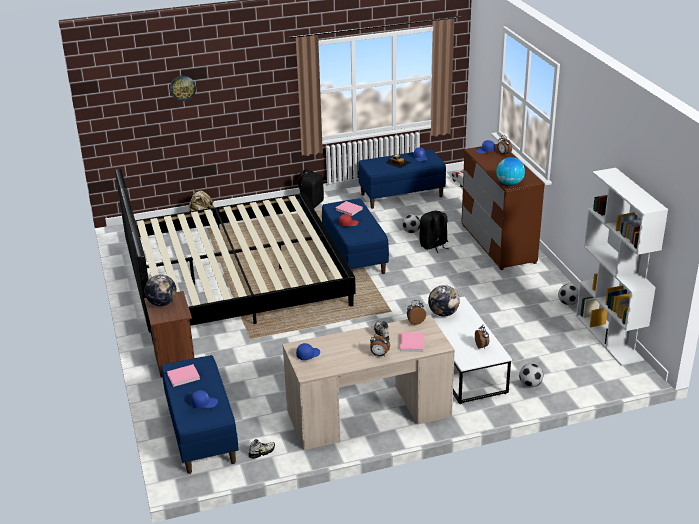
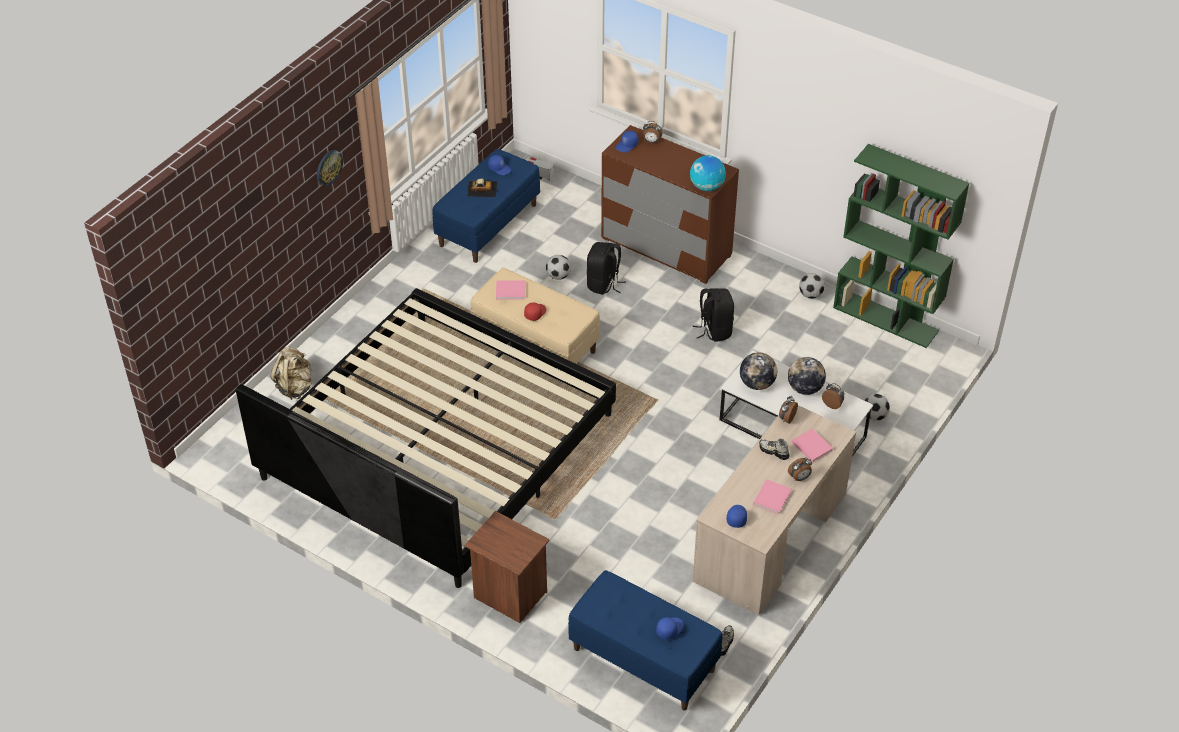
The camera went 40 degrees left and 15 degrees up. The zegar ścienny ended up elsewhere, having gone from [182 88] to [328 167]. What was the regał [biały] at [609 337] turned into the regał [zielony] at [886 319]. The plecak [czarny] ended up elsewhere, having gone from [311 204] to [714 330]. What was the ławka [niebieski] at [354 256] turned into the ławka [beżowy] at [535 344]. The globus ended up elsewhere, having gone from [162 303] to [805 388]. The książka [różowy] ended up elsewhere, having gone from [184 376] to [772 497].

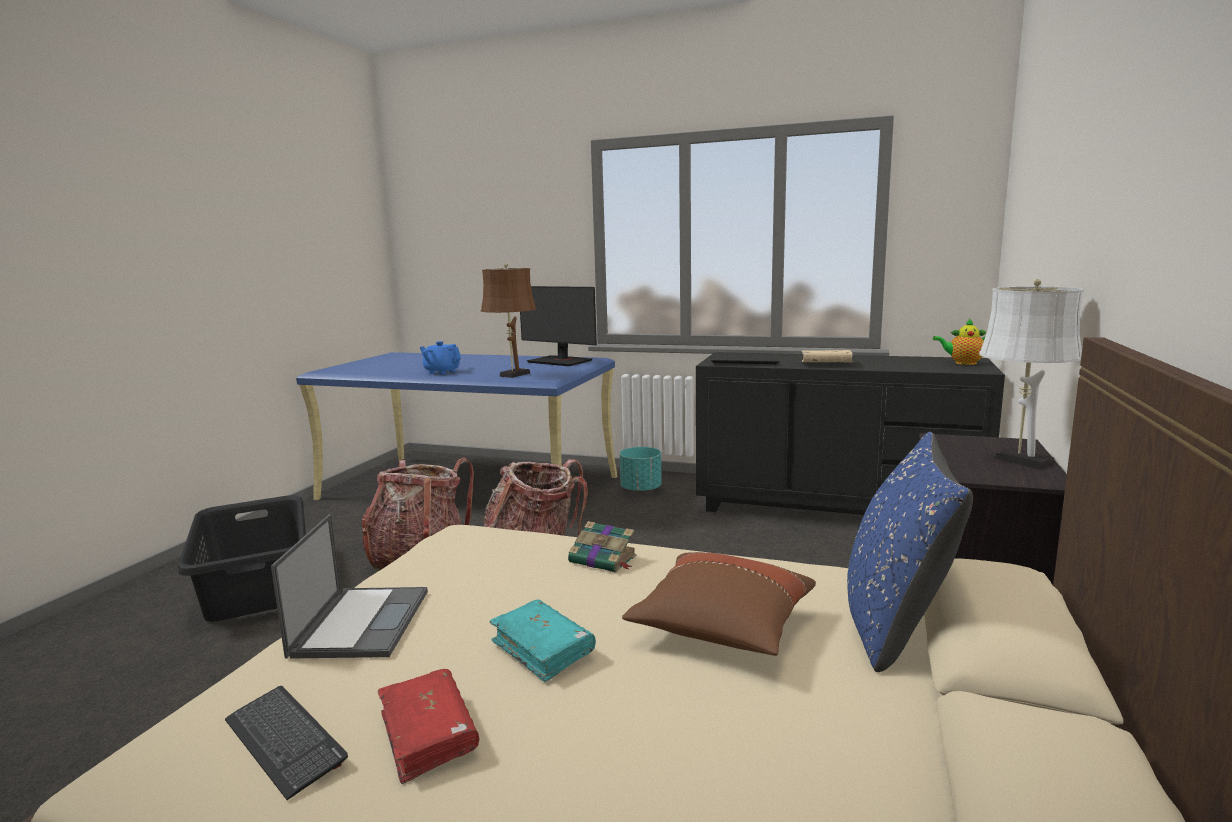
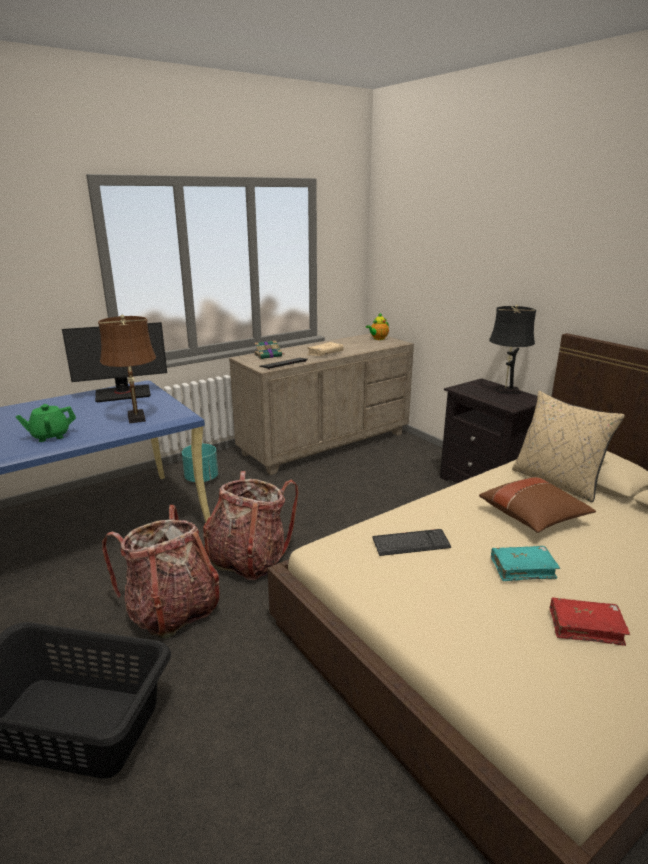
The camera went 55 degrees left and 10 degrees up. What was the lampa stołowa [biały] at [1019 460] turned into the lampa stołowa [czarny] at [505 391]. What was the imbryk [niebieski] at [441 372] turned into the imbryk [zielony] at [50 436]. What was the komoda [czarny] at [834 508] turned into the komoda [beżowy] at [325 444]. What was the poduszka [niebieski] at [895 623] turned into the poduszka [beżowy] at [556 482]. The second view lost the laptop at [361 621]. The książka ended up elsewhere, having gone from [604 559] to [268 355]. The klawiatura ended up elsewhere, having gone from [284 741] to [411 544].

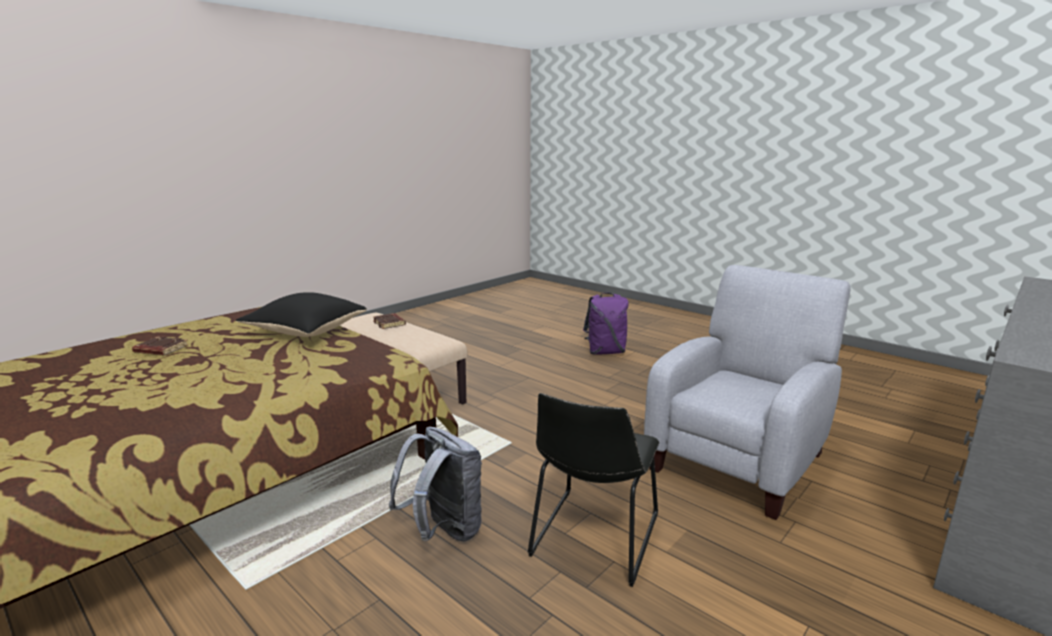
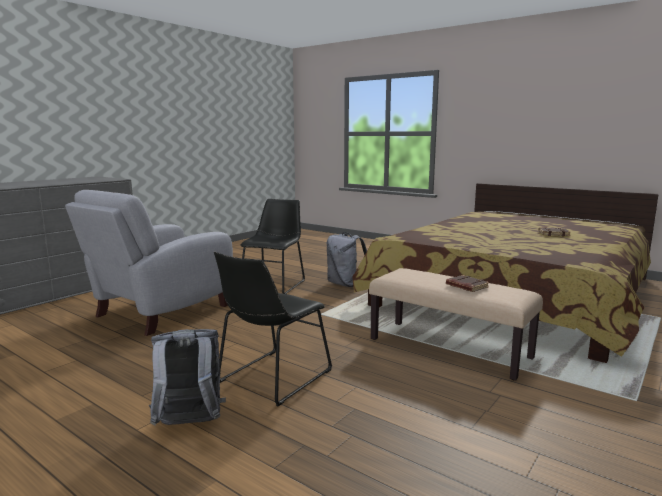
The camera went 175 degrees right and 5 degrees down. The second view lost the poduszka [czarny] at [304 333]. What was the plecak [fioletowy] at [605 352] turned into the plecak [szary] at [189 425]. The second view gained the krzesło [czarny] at [272 378].

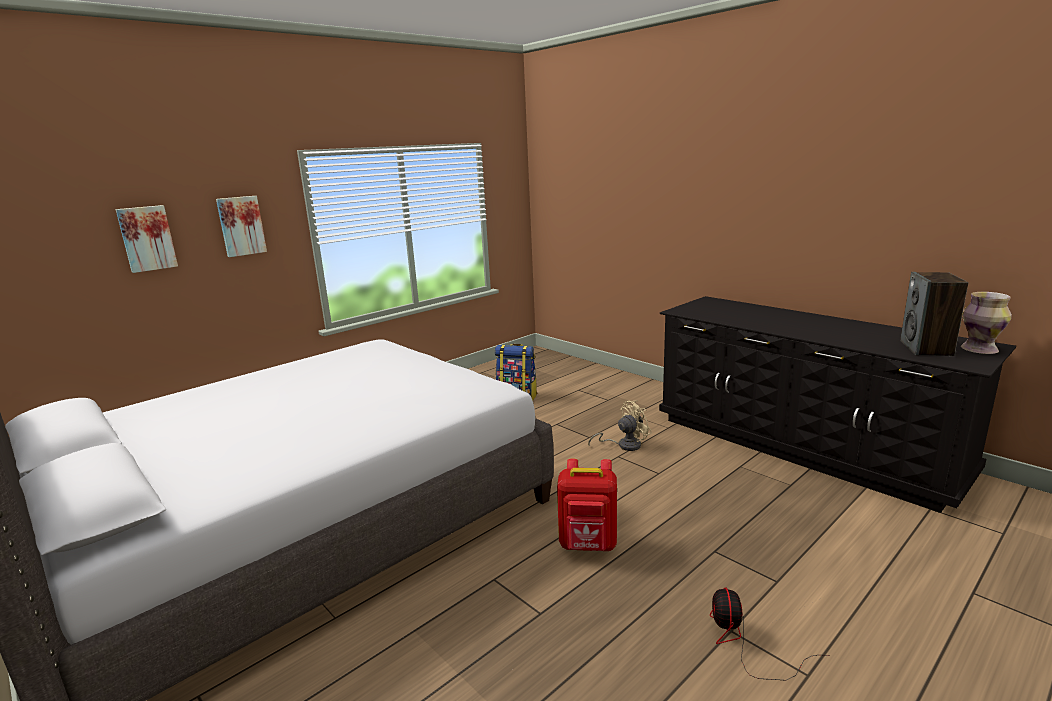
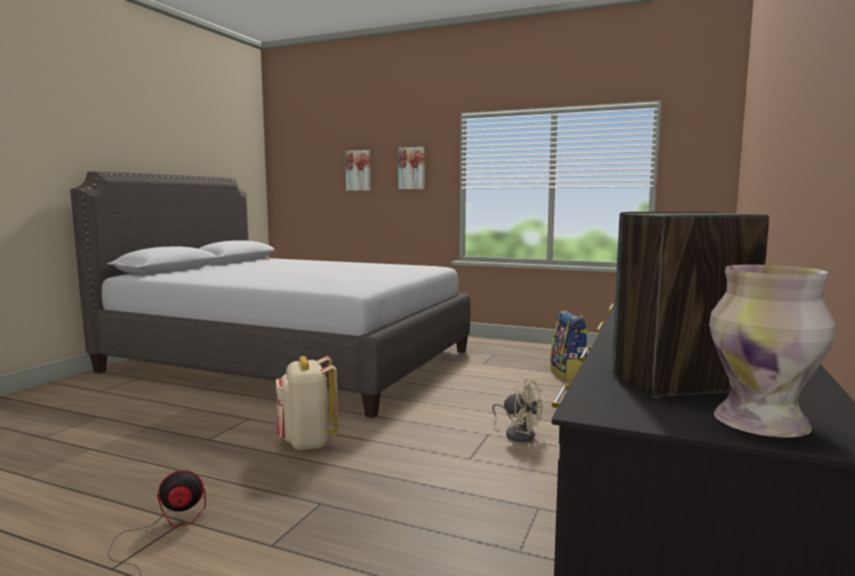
The camera went 65 degrees right and 10 degrees down. What was the plecak [czerwony] at [588 545] turned into the plecak [beżowy] at [306 443].

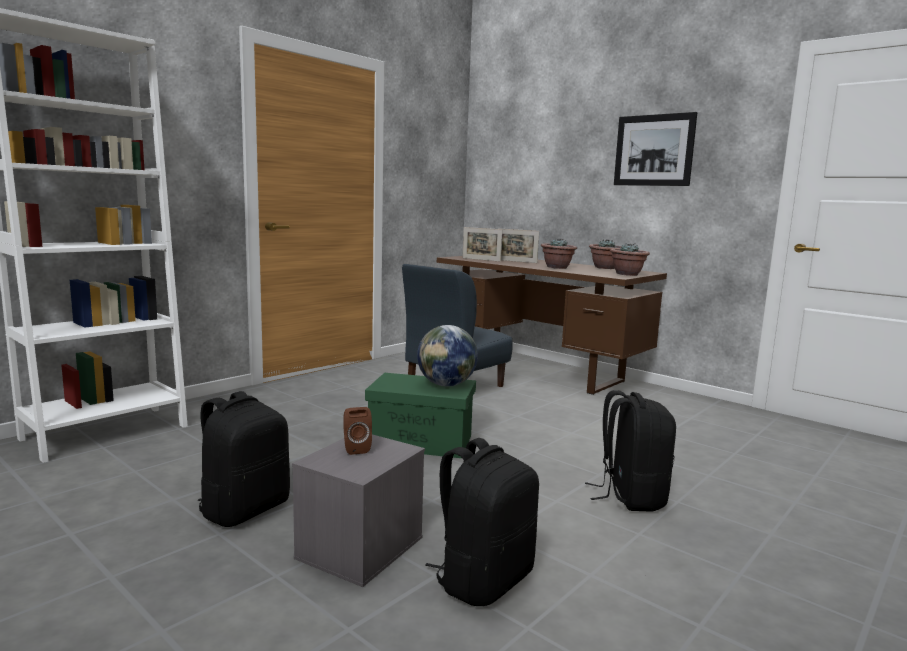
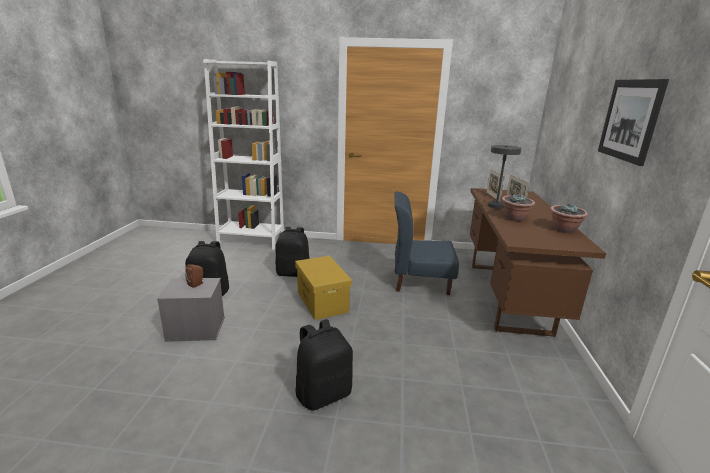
The camera went 55 degrees right and 10 degrees up. The second view lost the roślina doniczkowa at [627 274]. The second view lost the globus at [446 385]. What was the pojemnik do przechowywania [zielony] at [422 442] turned into the pojemnik do przechowywania [żółty] at [322 302]. The plecak [czarny] ended up elsewhere, having gone from [483 580] to [293 273]. The second view gained the lampa stołowa [szary] at [499 207].

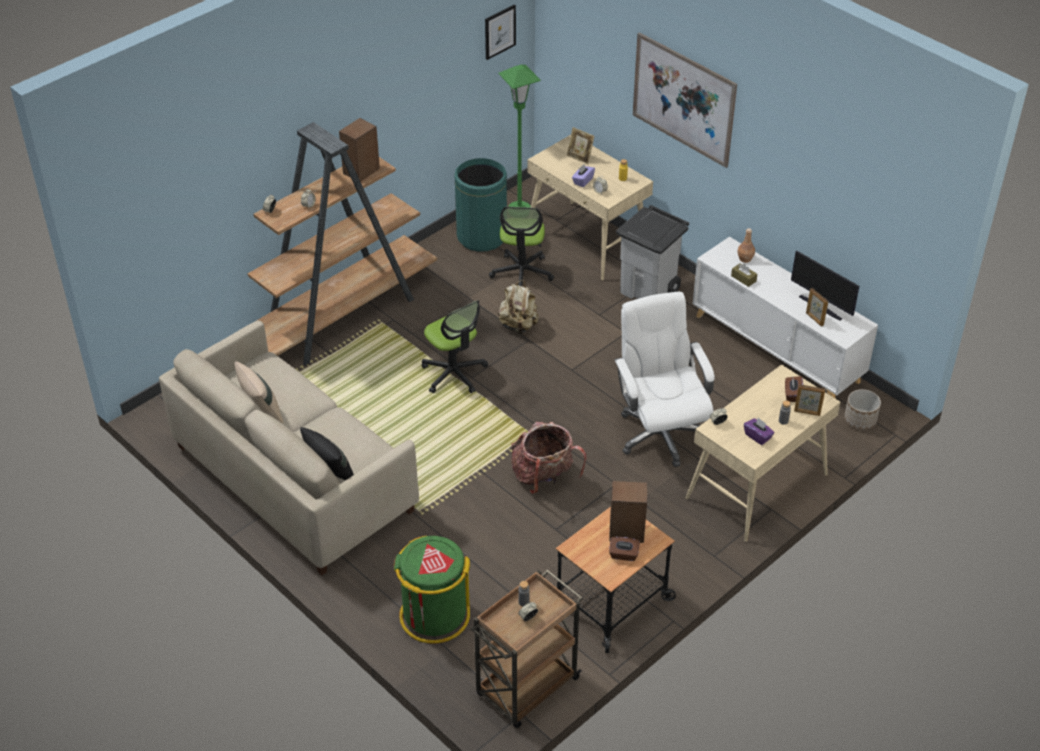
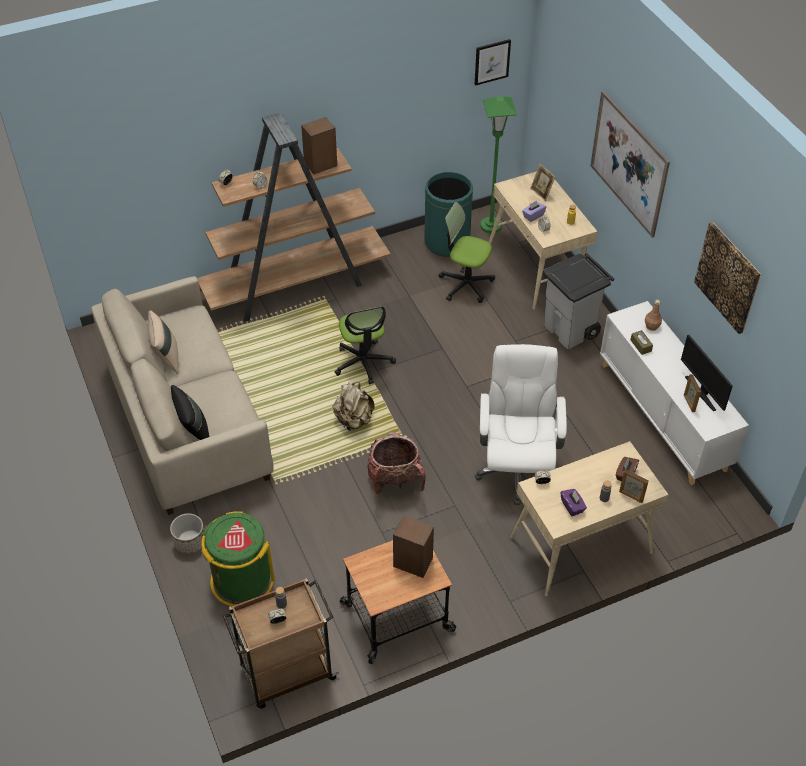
The camera went 20 degrees right and 5 degrees up. The krzesło biurowe at [522 273] ended up facing another way, 90 degrees clockwise from before. The plecak [beżowy] ended up elsewhere, having gone from [518 325] to [353 420]. The donica ended up elsewhere, having gone from [860 420] to [189 542]. The second view lost the pudełko chusteczek [brązowy] at [623 555]. The second view gained the obraz at [728 277].

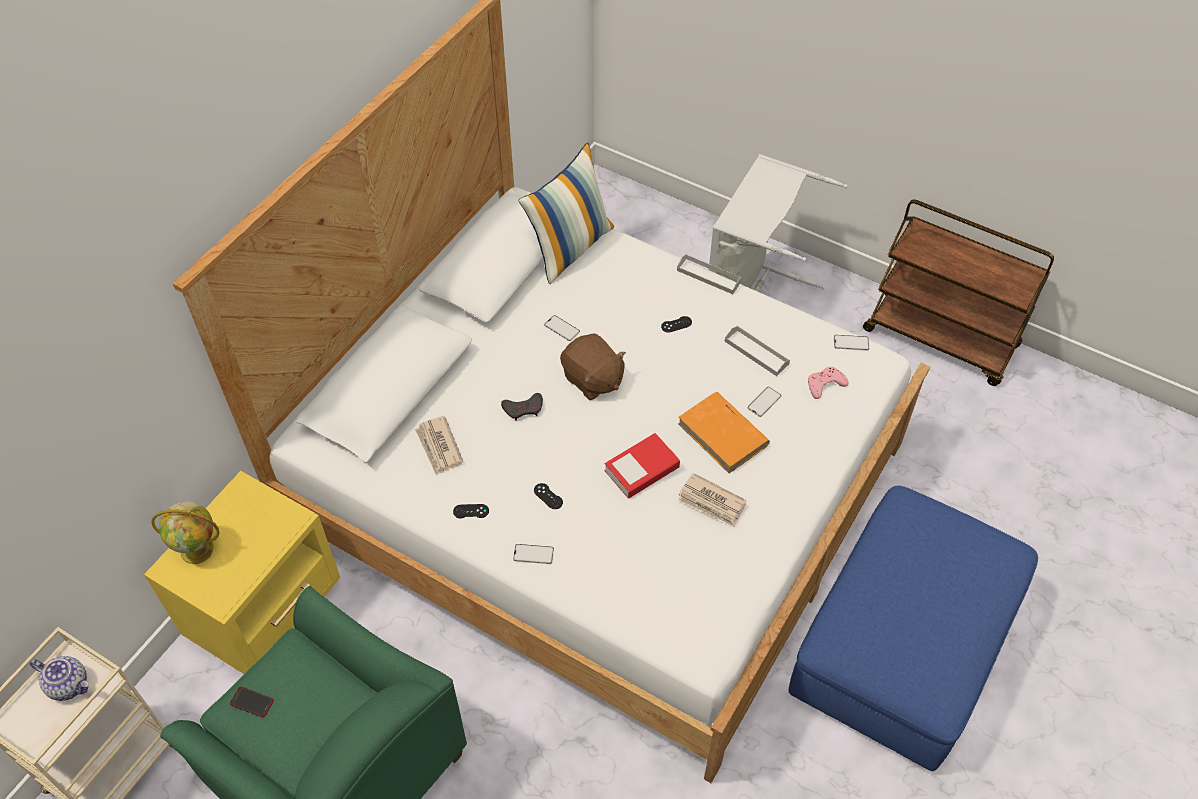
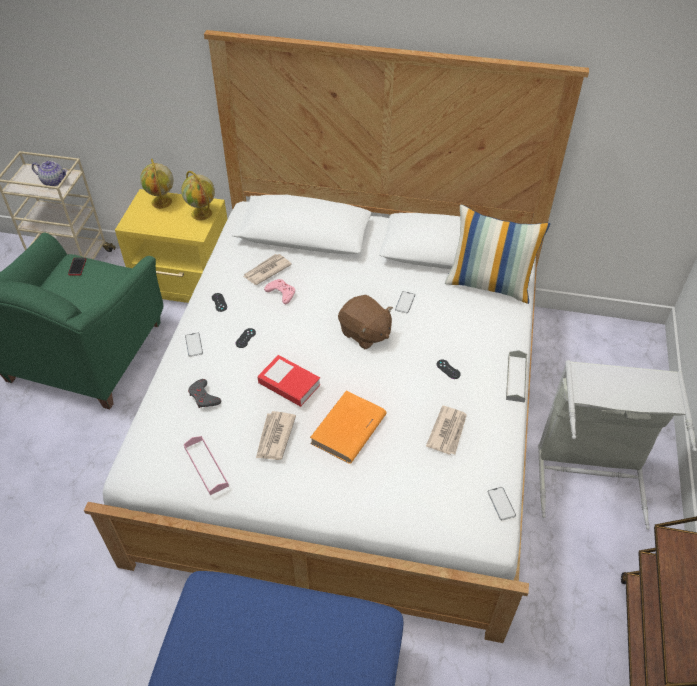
The camera went 70 degrees right and 5 degrees down. Where the taca [szary] stood at [756 352], the gazeta came to stand at [448 431]. The pluszak [brązowy] at [592 379] ended up facing another way, 75 degrees counterclockwise from before. The pad do gier [różowy] ended up elsewhere, having gone from [825 384] to [281 293]. The second view lost the telefon at [764 402]. The pad do gier [szary] ended up elsewhere, having gone from [523 409] to [204 397]. The imbryk at [69 684] ended up facing another way, 75 degrees counterclockwise from before. The second view gained the globus at [202 214]. The second view gained the taca [różowy] at [206 466].

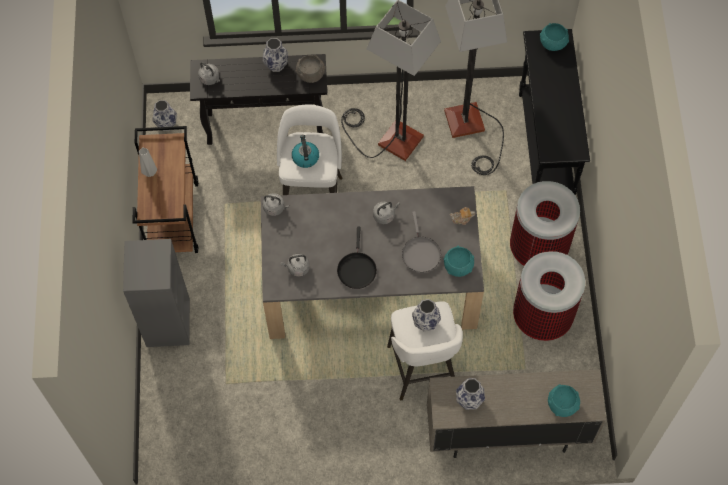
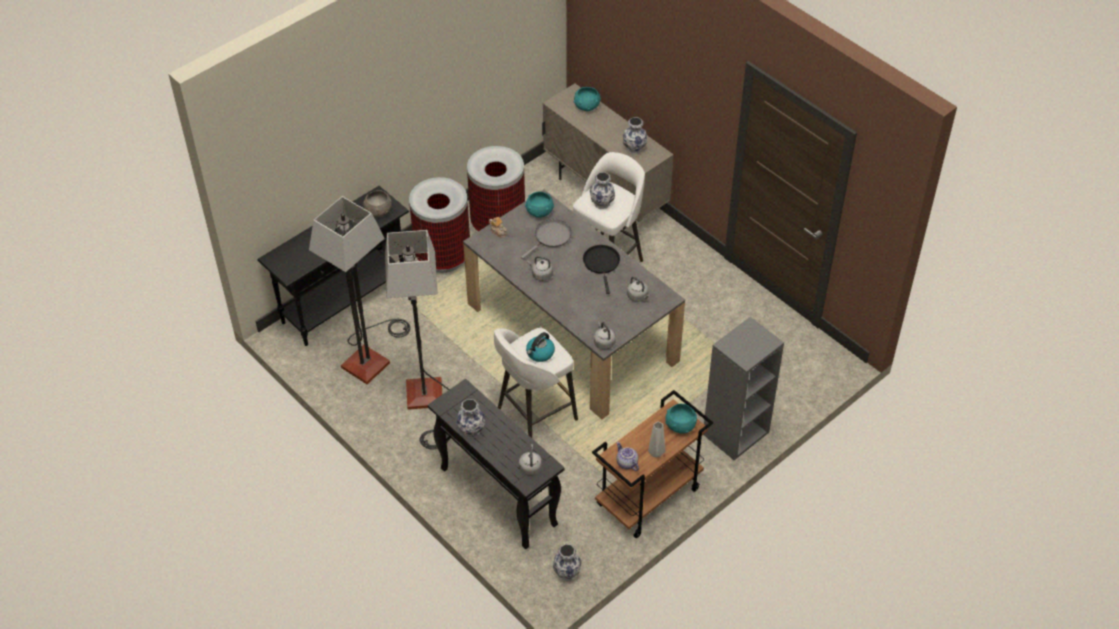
The camera went 130 degrees left and 15 degrees down. The miska [turkusowy] ended up elsewhere, having gone from [553 43] to [680 425]. The miska [szary] ended up elsewhere, having gone from [310 74] to [378 211]. The patelnia [czarny] at [356 269] ended up facing another way, 60 degrees counterclockwise from before. The second view gained the imbryk at [626 463].

